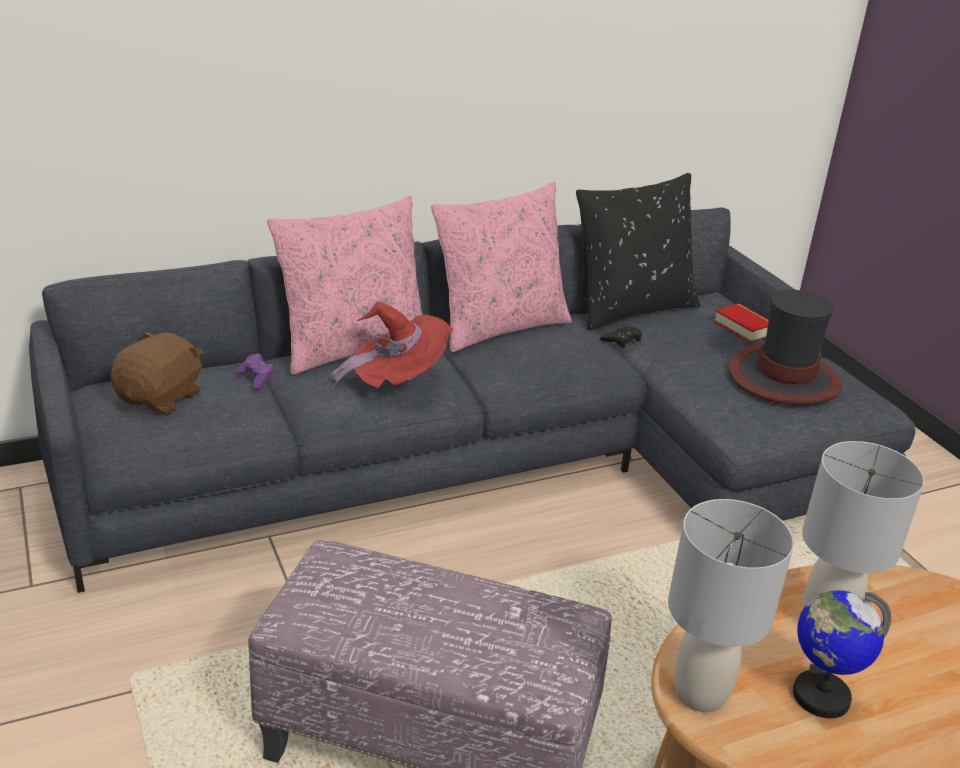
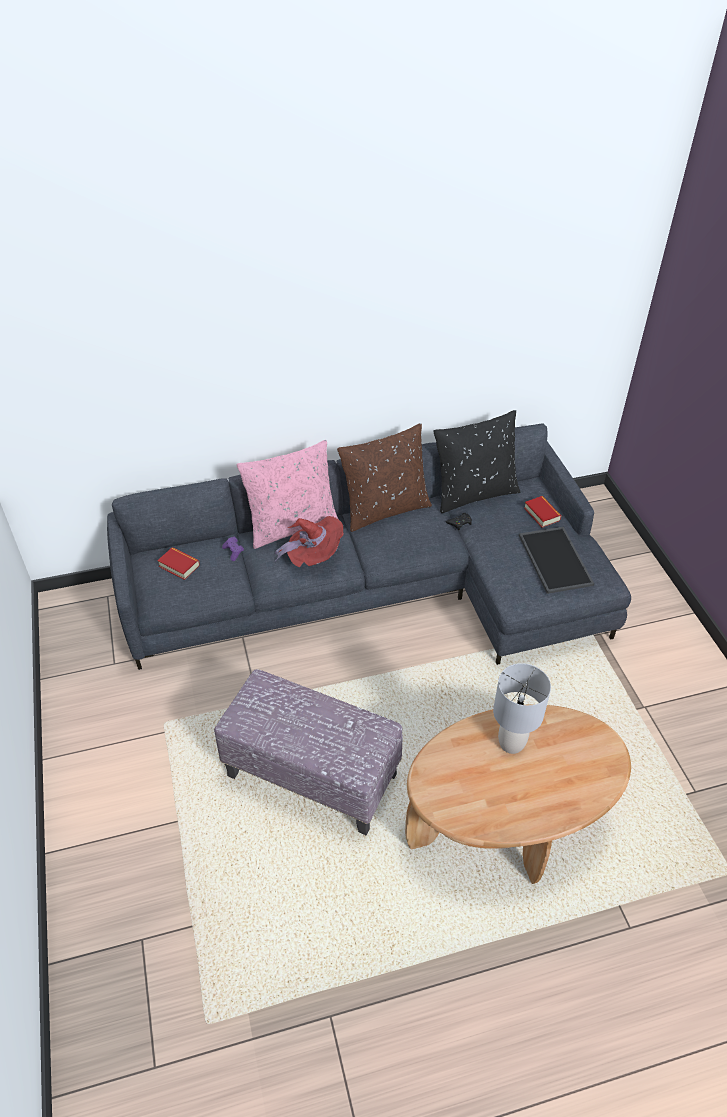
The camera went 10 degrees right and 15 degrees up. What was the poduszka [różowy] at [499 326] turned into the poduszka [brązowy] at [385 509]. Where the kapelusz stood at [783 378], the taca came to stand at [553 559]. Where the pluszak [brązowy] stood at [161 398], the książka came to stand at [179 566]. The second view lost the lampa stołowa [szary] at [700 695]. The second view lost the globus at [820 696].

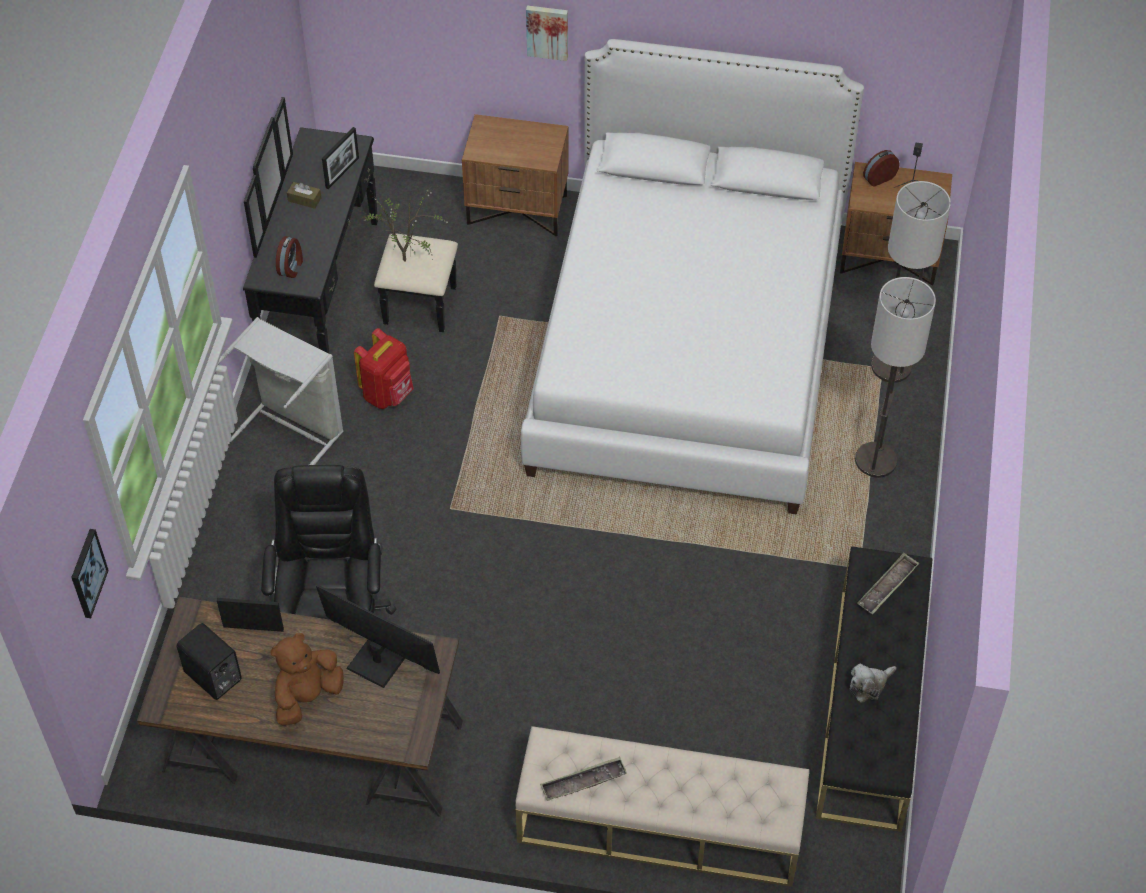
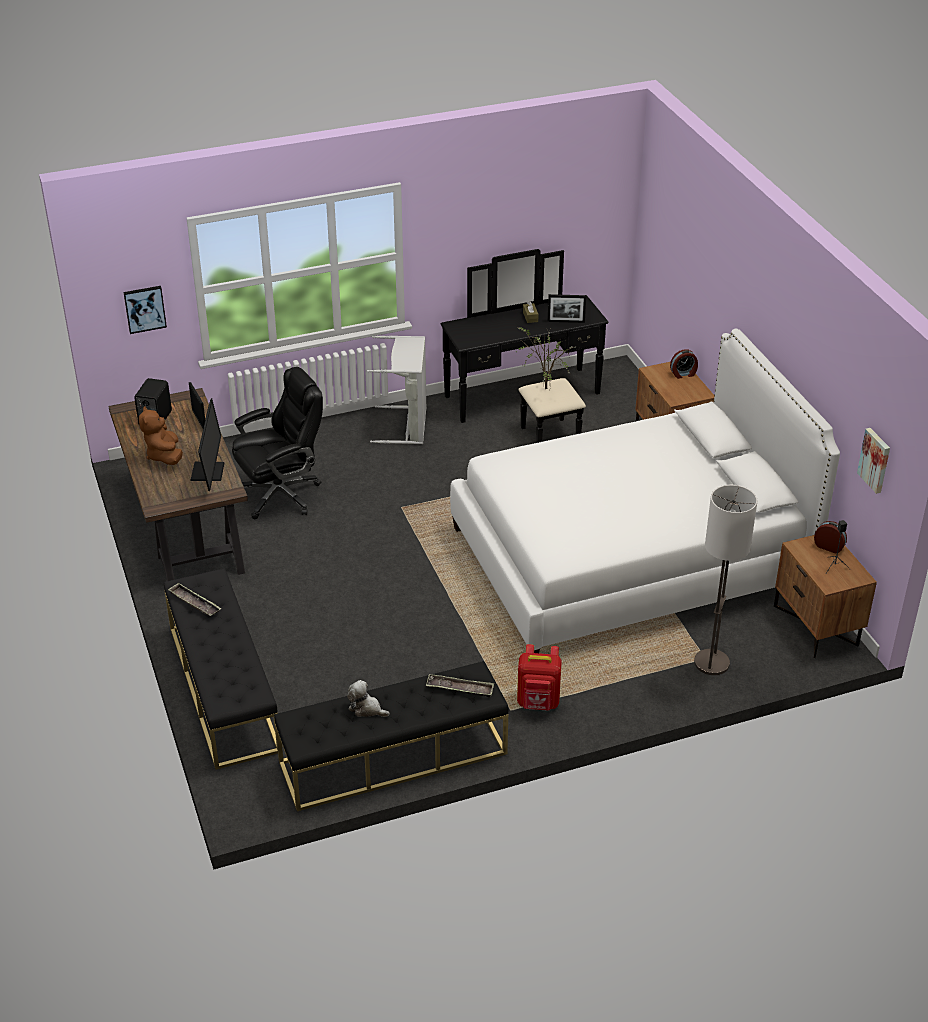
The camera went 60 degrees right and 15 degrees down. The obraz ended up elsewhere, having gone from [547 31] to [875 460]. The budzik ended up elsewhere, having gone from [291 267] to [683 374]. The second view lost the lampa stojąca at [876 461]. The plecak [czerwony] ended up elsewhere, having gone from [388 394] to [538 703]. The pluszak [brązowy] at [307 696] ended up facing another way, 120 degrees counterclockwise from before. What was the ławka [beżowy] at [659 825] turned into the ławka [czarny] at [223 688].

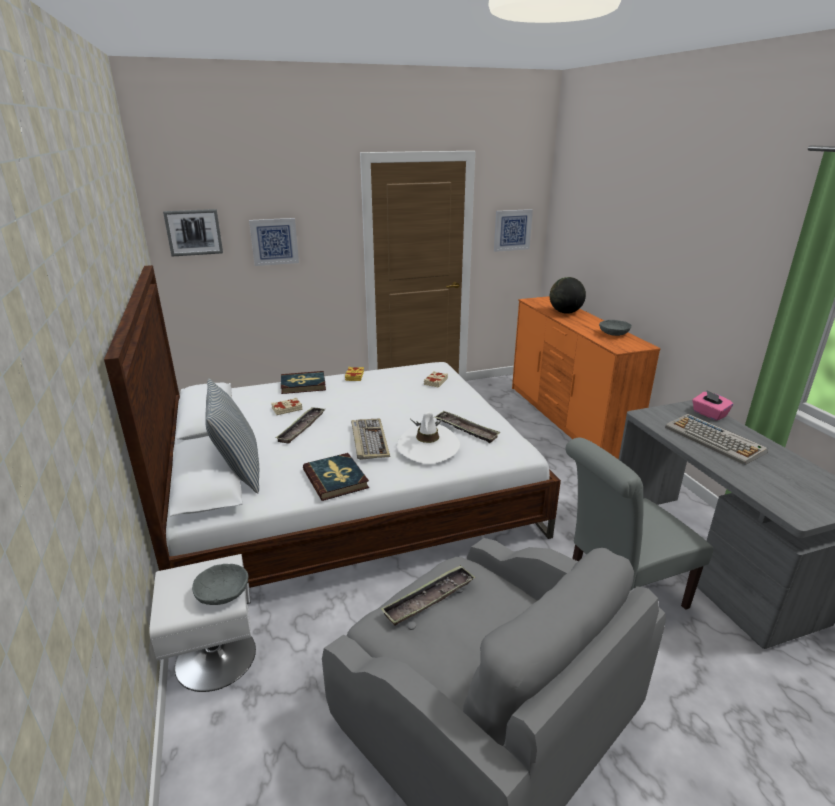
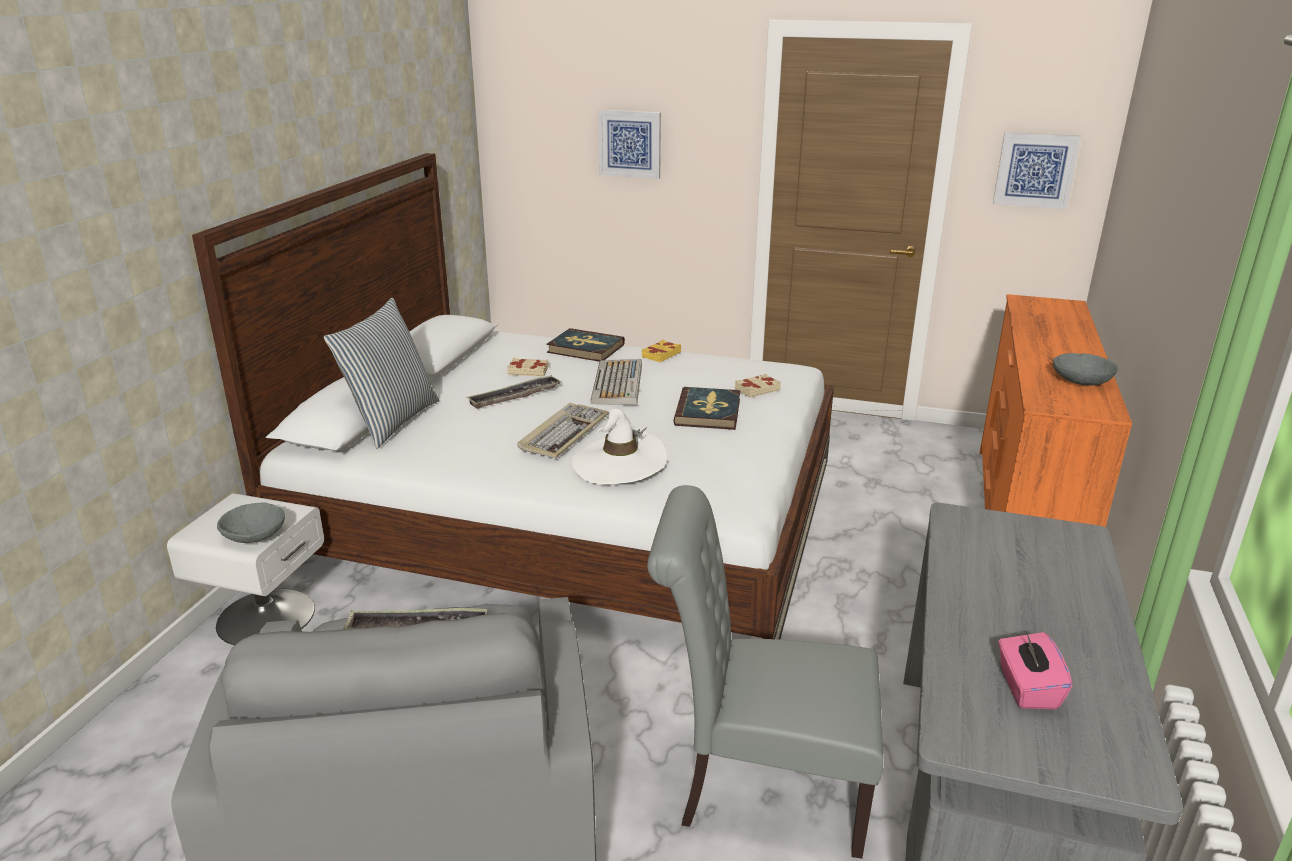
The camera went 35 degrees right and 0 degrees up. The second view lost the obraz at [194 232]. The second view lost the globus at [565 312]. The pudełko chusteczek [różowy] ended up elsewhere, having gone from [709 414] to [1027 688]. The second view lost the taca at [466 430]. The klawiatura ended up elsewhere, having gone from [715 440] to [618 384]. The książka ended up elsewhere, having gone from [336 479] to [708 412].

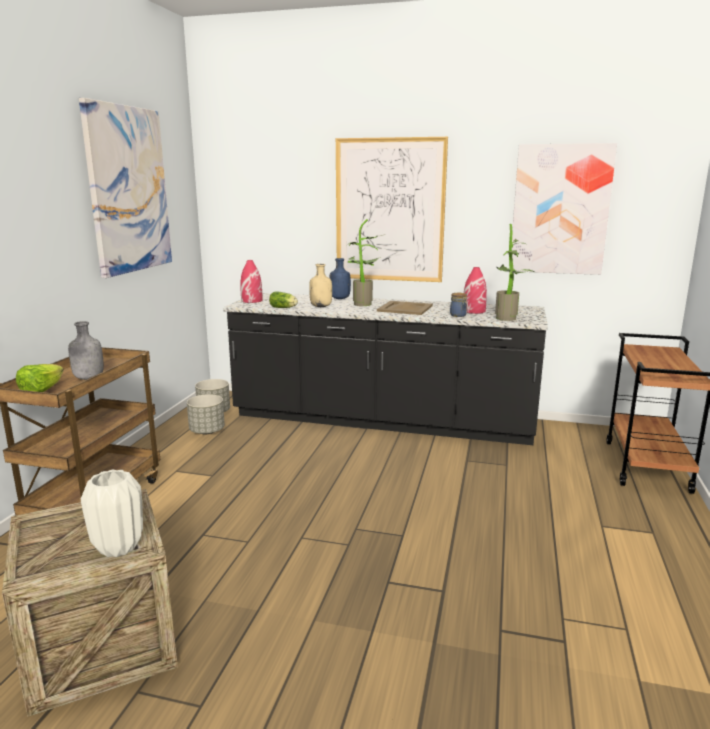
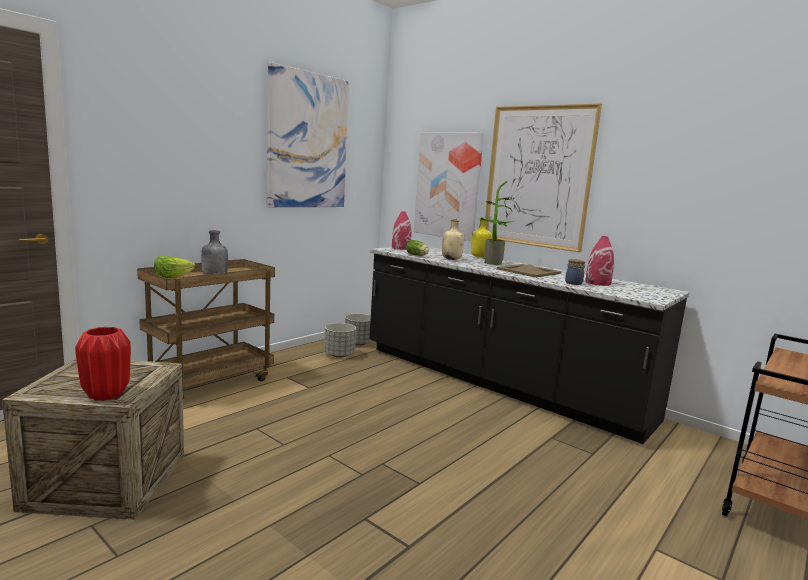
The camera went 25 degrees right and 5 degrees down. The obraz ended up elsewhere, having gone from [560 210] to [448 185]. The second view lost the roślina doniczkowa at [509 318]. What was the butelka [niebieski] at [339 298] turned into the butelka [żółty] at [479 257]. What was the wazon [biały] at [119 547] turned into the wazon [czerwony] at [107 395].

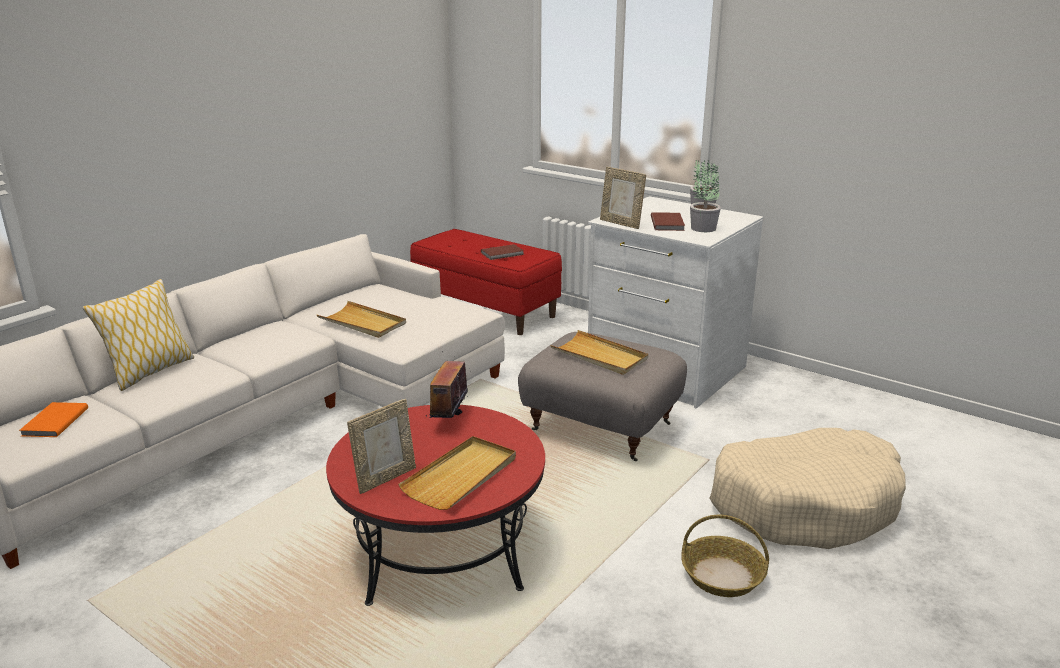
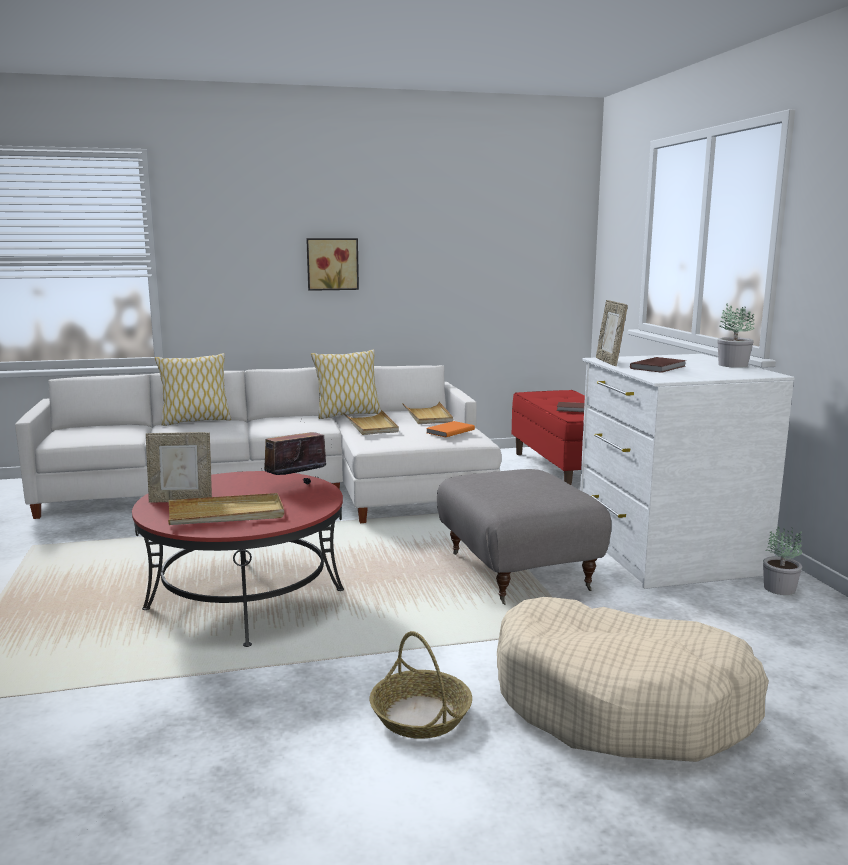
The camera went 40 degrees right and 10 degrees down. The roślina doniczkowa ended up elsewhere, having gone from [703 228] to [780 588]. The taca [beżowy] ended up elsewhere, having gone from [599 356] to [428 416]. The książka [pomarańczowy] ended up elsewhere, having gone from [53 422] to [449 431]. The second view gained the obraz at [332 264]. The second view gained the poduszka at [347 415].

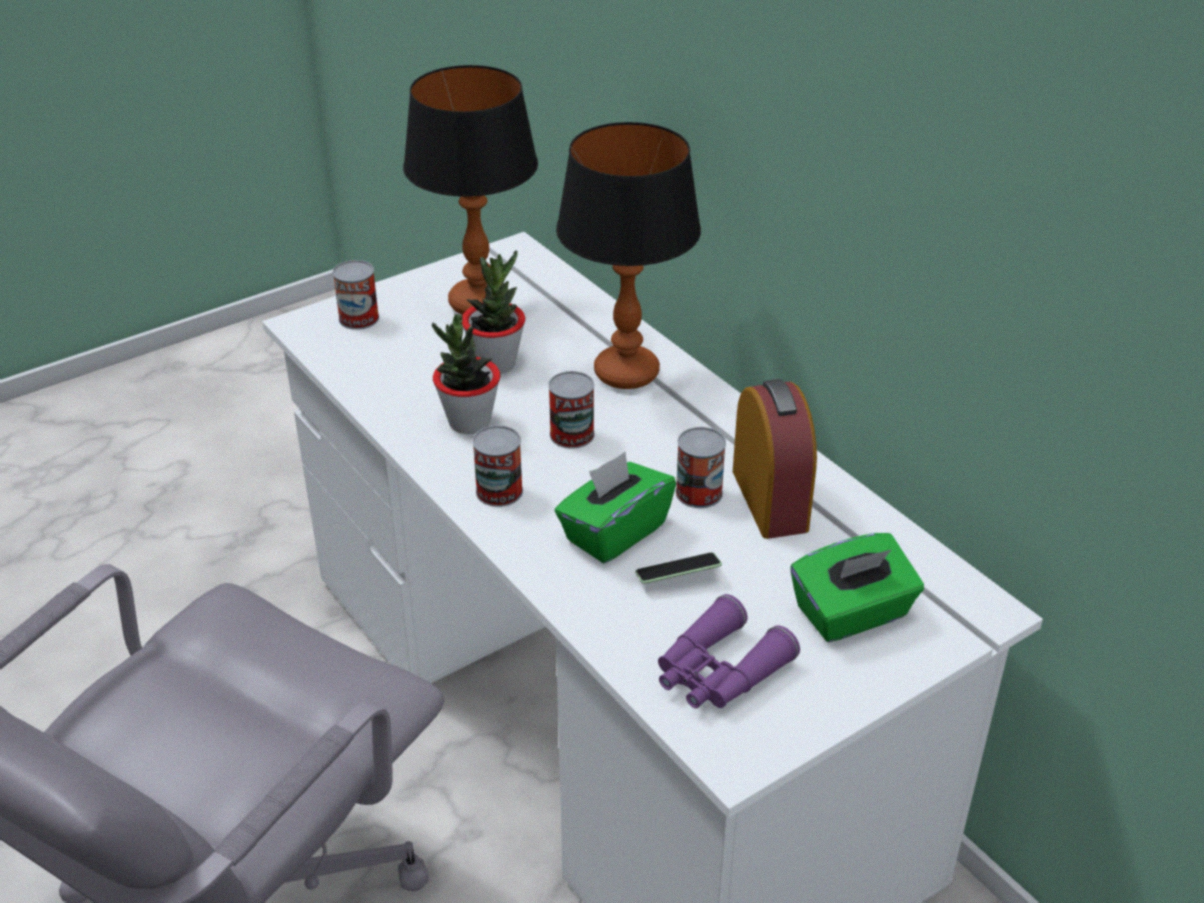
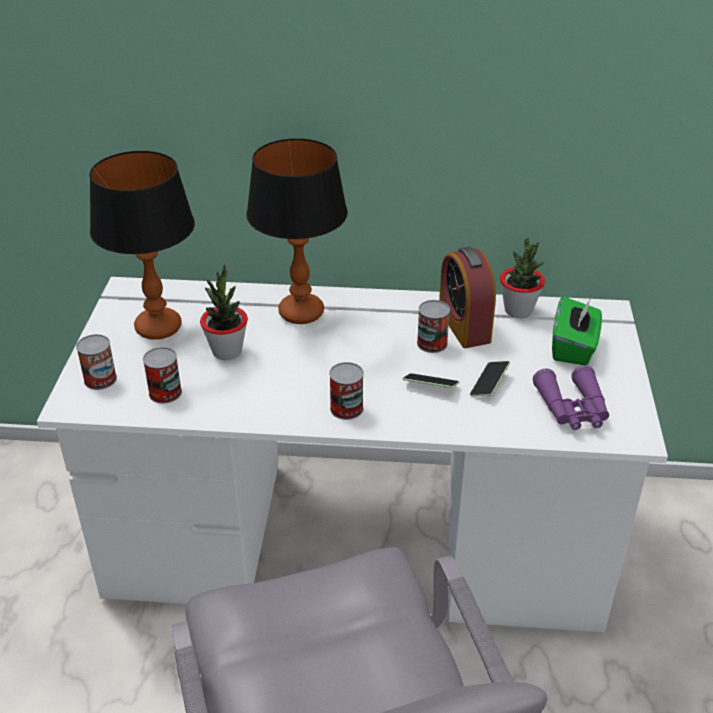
The camera went 50 degrees left and 0 degrees up. The roślina doniczkowa ended up elsewhere, having gone from [469 422] to [518 310]. The puszka ended up elsewhere, having gone from [572 434] to [165 393]. The budzik at [769 500] ended up facing another way, 135 degrees counterclockwise from before. Where the pudełko chusteczek [zielony] stood at [614 532], the telefon came to stand at [430 386].

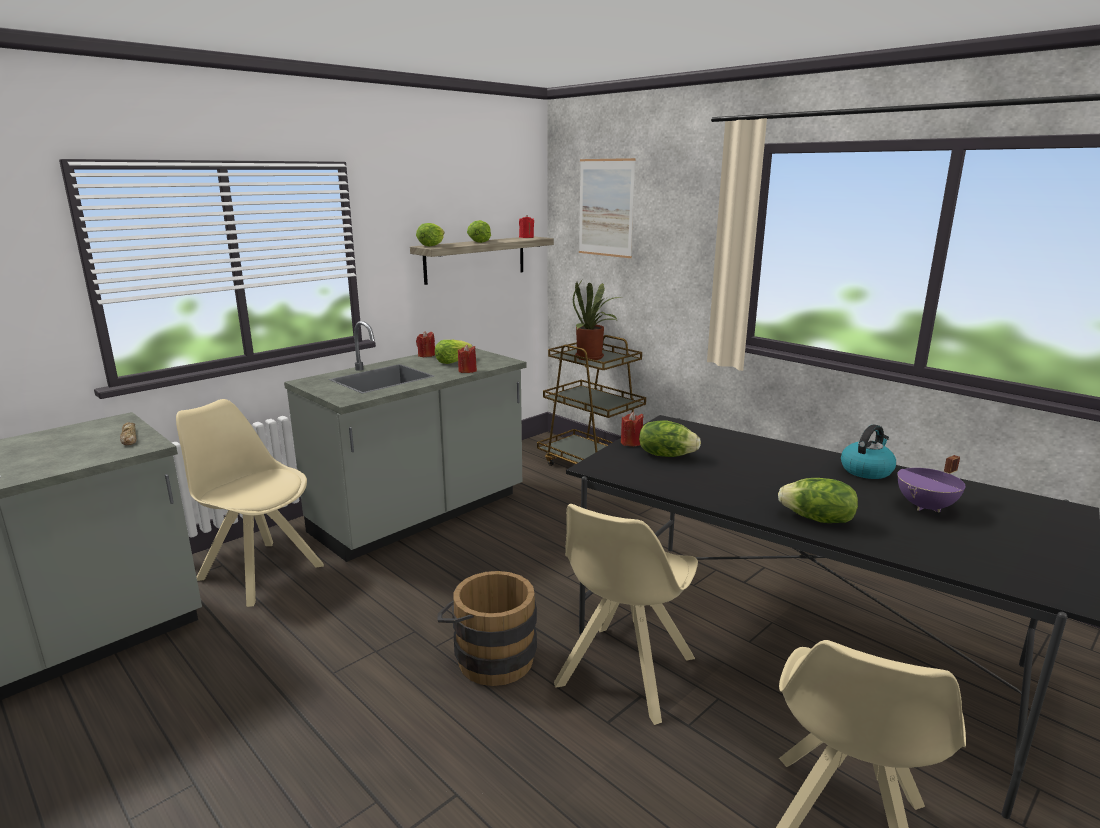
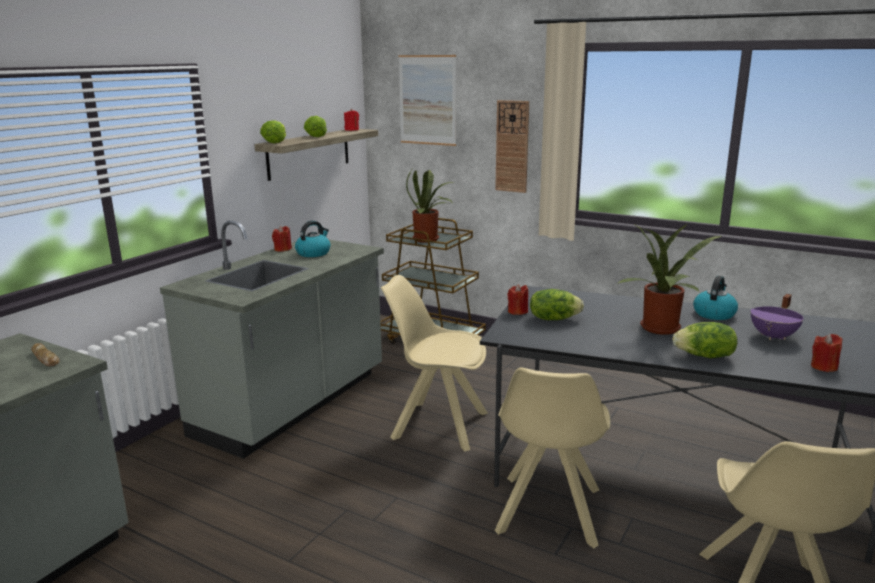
The camera went 15 degrees left and 0 degrees up. Where the sałata stood at [452 361], the czajnik came to stand at [313 253]. The świeca [czerwony] ended up elsewhere, having gone from [467 371] to [824 367]. The krzesło [beżowy] ended up elsewhere, having gone from [258 571] to [437 425]. The second view lost the wiadro [brązowy] at [489 657]. The second view gained the zegar ścienny at [512 146]. The second view gained the roślina doniczkowa at [662 330].

